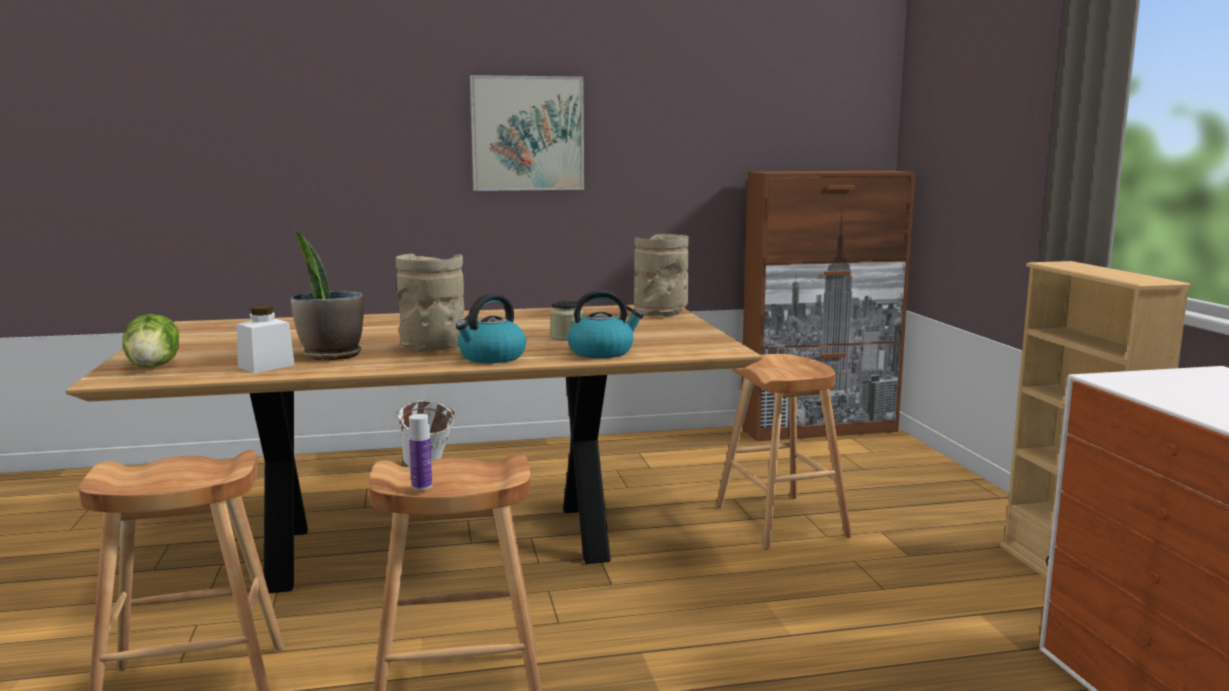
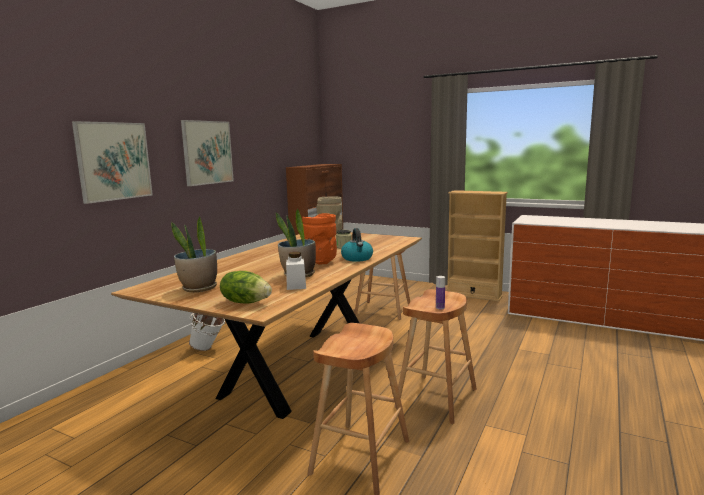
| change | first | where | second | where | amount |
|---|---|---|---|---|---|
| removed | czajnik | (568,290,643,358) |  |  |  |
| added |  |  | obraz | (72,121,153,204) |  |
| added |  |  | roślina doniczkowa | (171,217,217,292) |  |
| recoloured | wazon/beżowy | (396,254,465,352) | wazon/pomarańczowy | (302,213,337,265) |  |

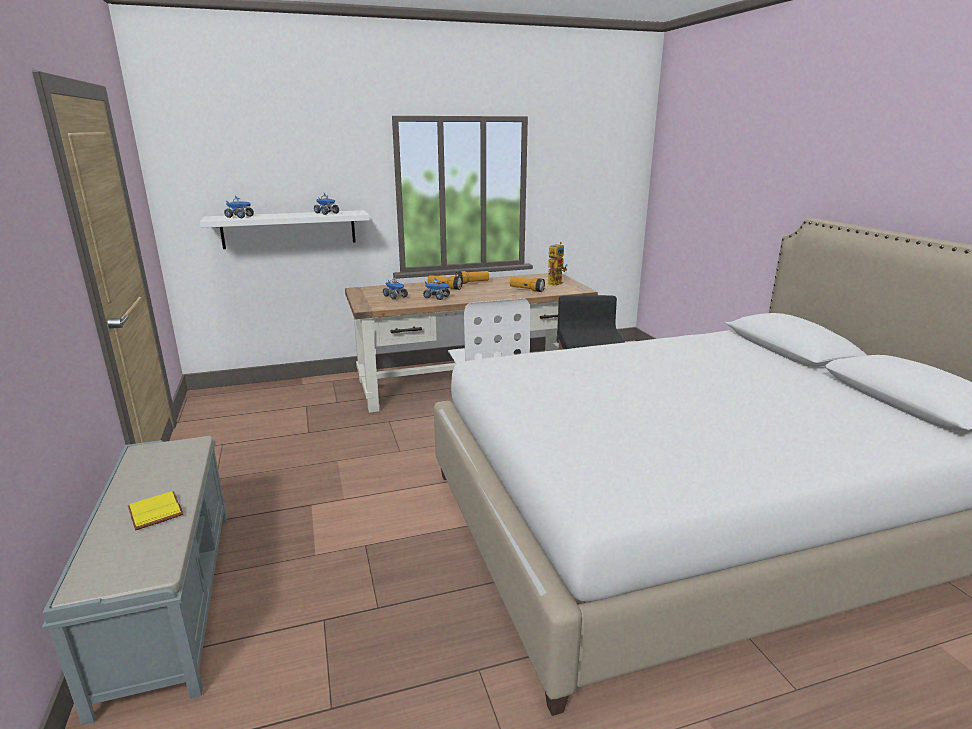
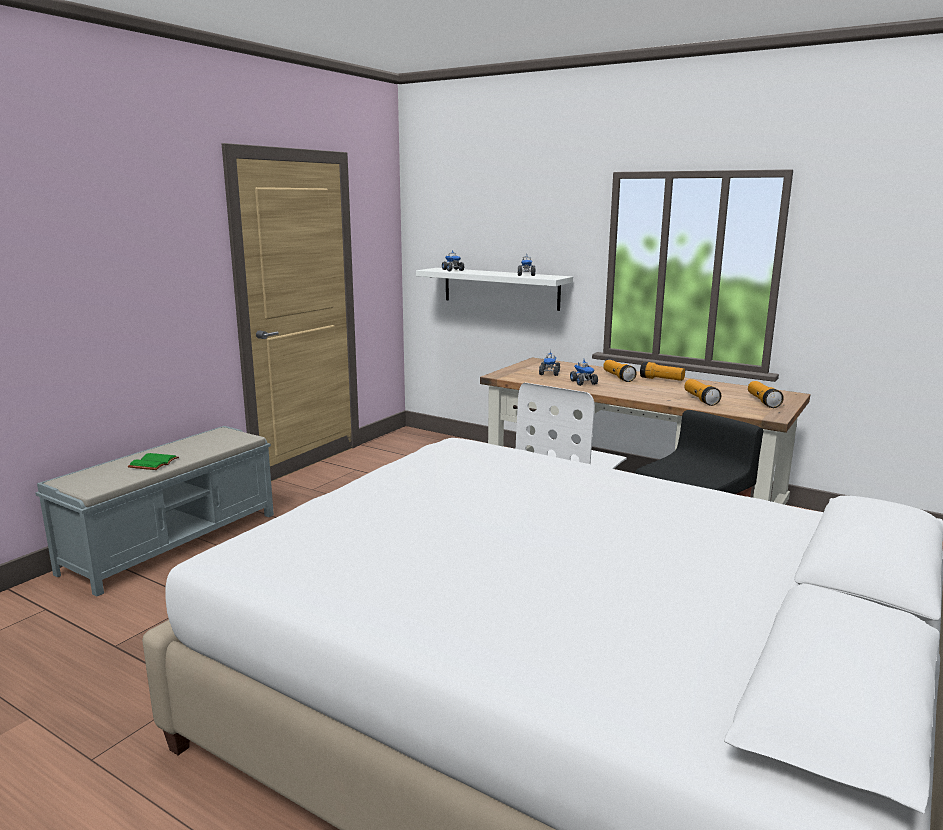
| change | first | where | second | where | amount |
|---|---|---|---|---|---|
| replaced | robot zabawkowy | (548,242,568,286) | latarka | (748,381,784,408) |  |
| recoloured | książka/żółty | (128,491,184,530) | książka/zielony | (128,453,179,470) |  |

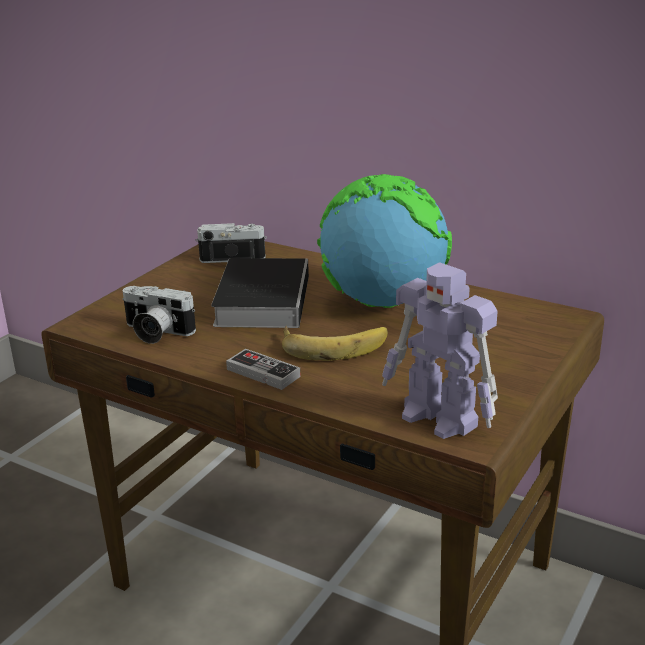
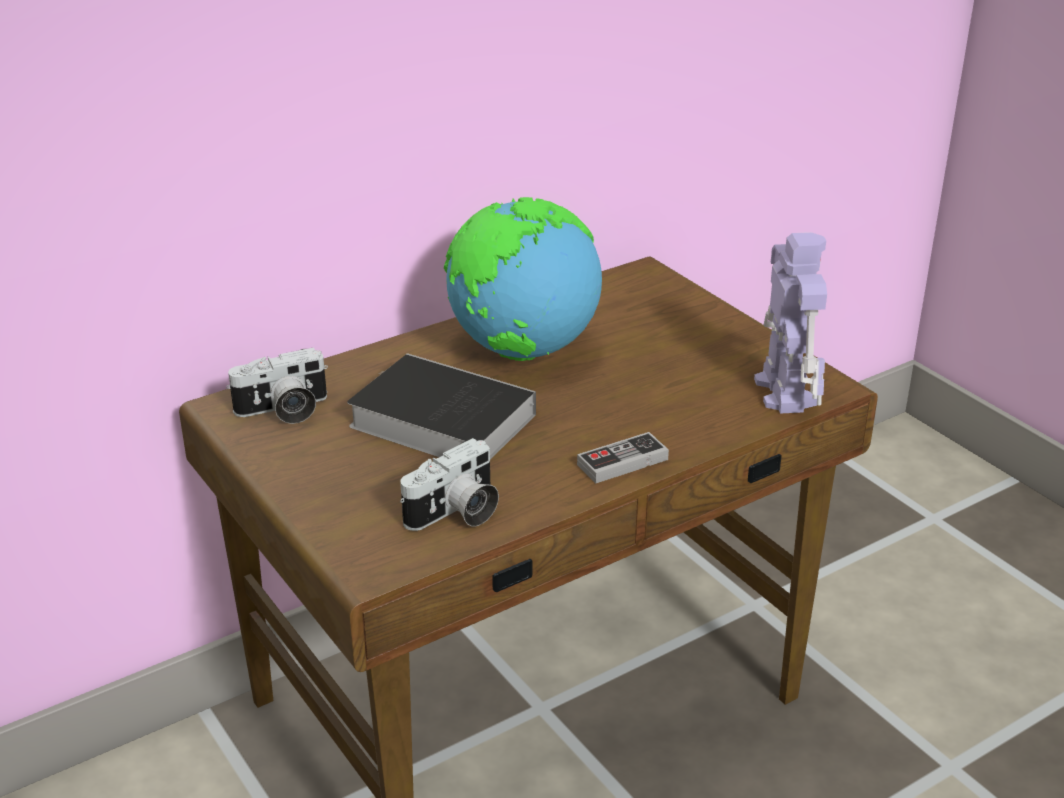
| change | first | where | second | where | amount |
|---|---|---|---|---|---|
| removed | banan | (282,326,388,361) |  |  |  |
| turned | aparat fotograficzny | (196,223,267,263) |  | (226,347,328,424) | 135 degrees counterclockwise |
| turned | robot zabawkowy | (382,262,498,439) |  | (754,232,827,413) | 75 degrees counterclockwise |

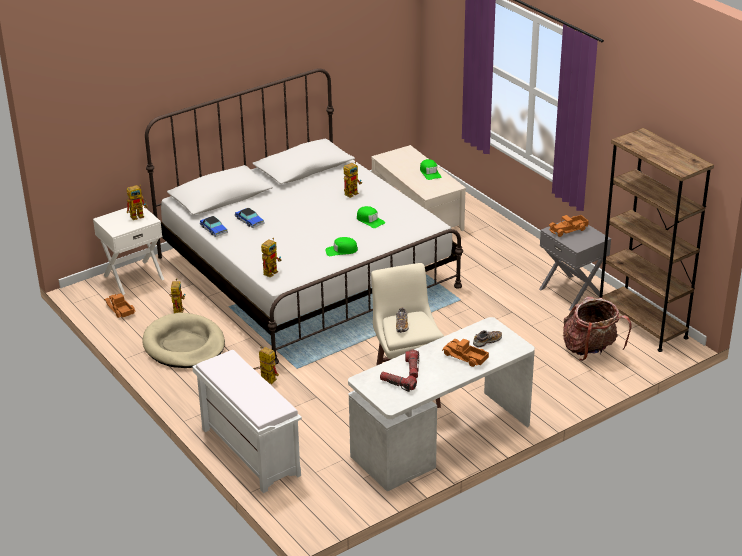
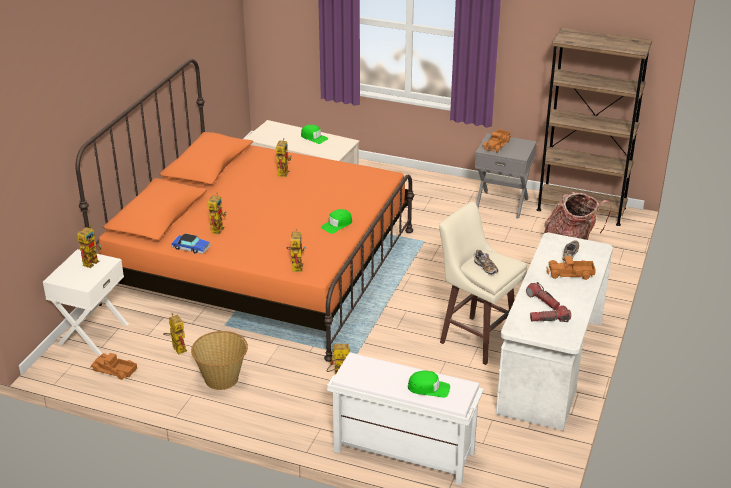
| change | first | where | second | where | amount |
|---|---|---|---|---|---|
| moved | czapka z daszkiem/zielony | (357,206,385,228) |  | (408,371,450,398) |  |
| replaced | legowisko/beżowy | (142,313,225,368) | koszyk | (191,331,248,390) |  |
| replaced | samochodzik | (235,208,265,228) | robot zabawkowy | (208,193,227,235) |  |
| recoloured | łóżko/biały | (145,68,463,364) | łóżko/pomarańczowy | (75,59,414,362) |  |

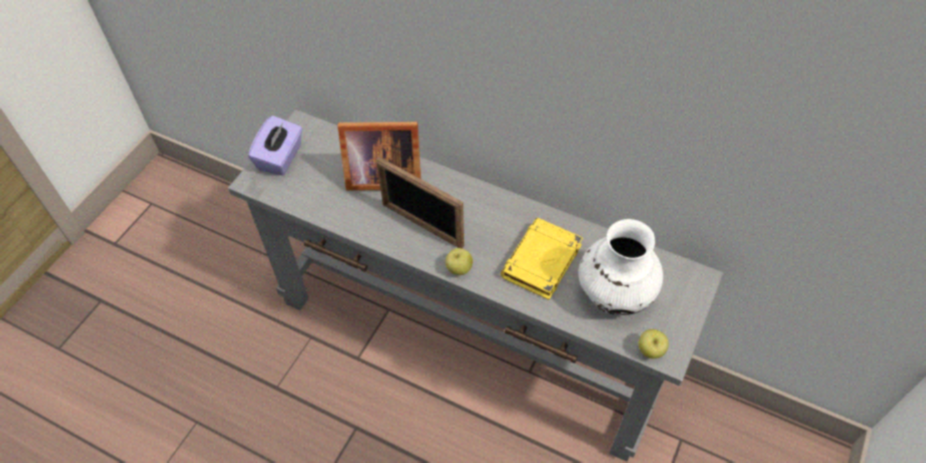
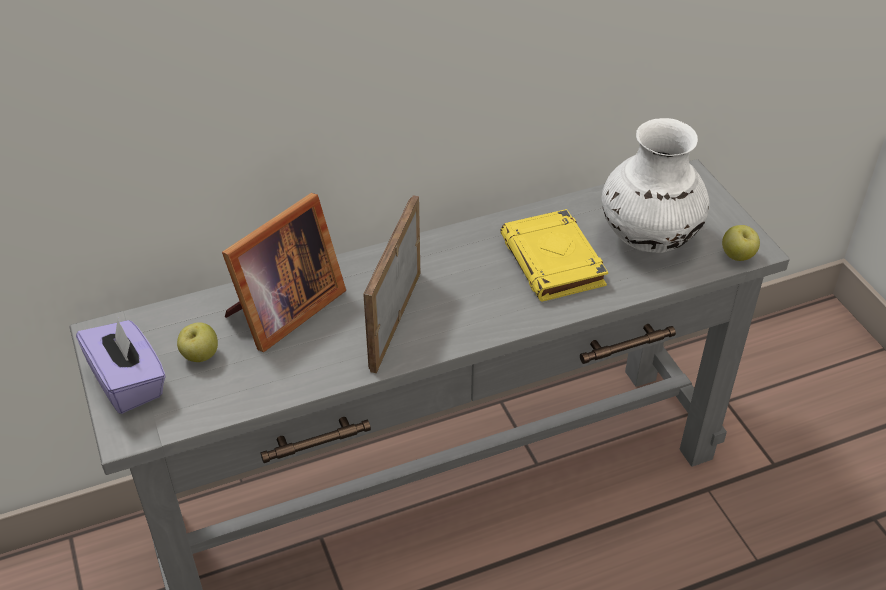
| change | first | where | second | where | amount |
|---|---|---|---|---|---|
| moved | jabłko | (445,248,473,275) |  | (177,322,218,362) |  |
| turned | ramka na zdjęcie | (376,156,464,248) |  | (363,195,420,373) | 120 degrees clockwise |

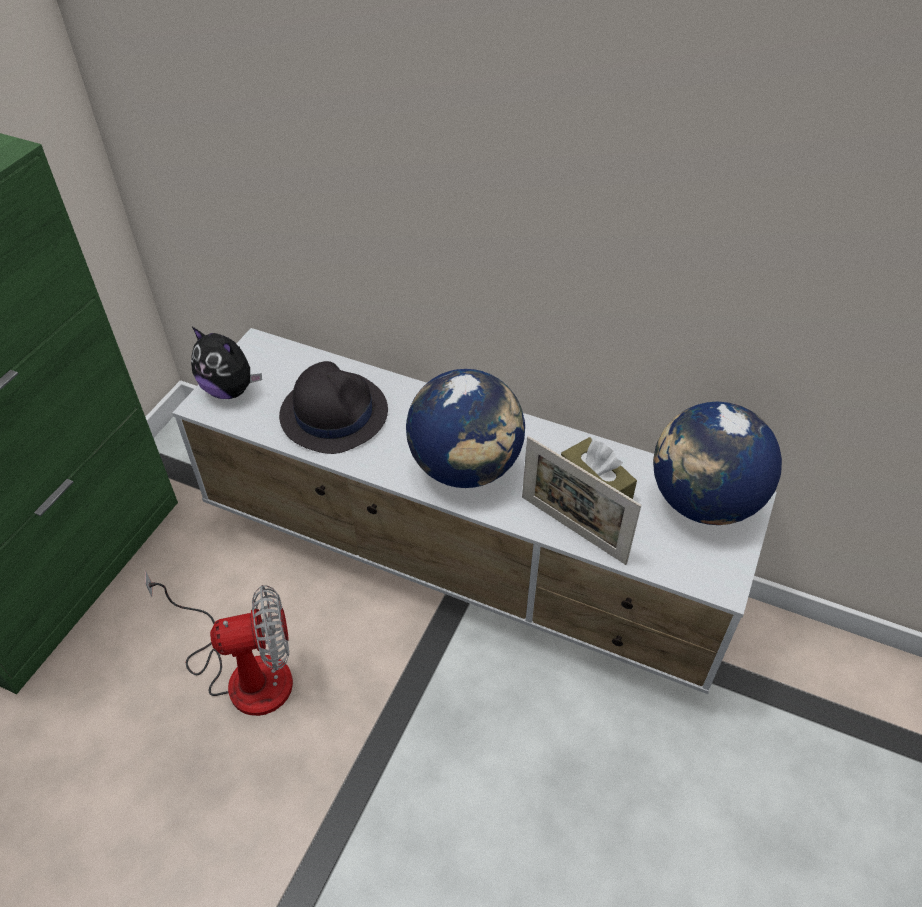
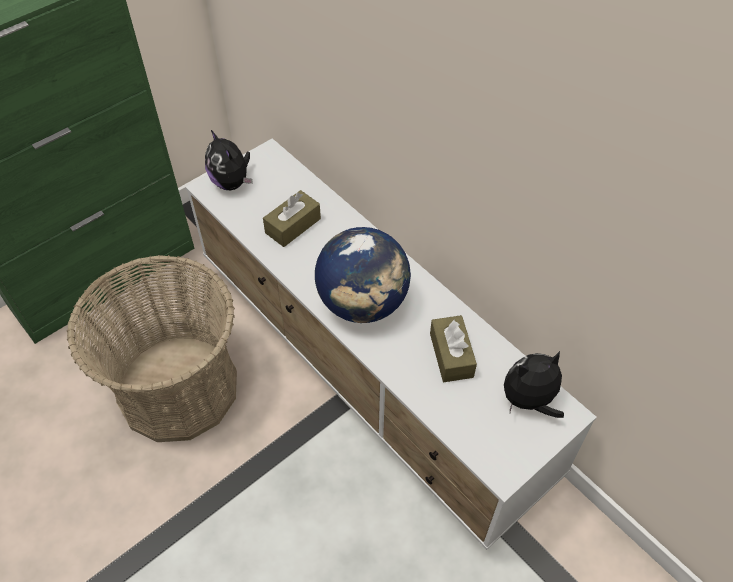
| change | first | where | second | where | amount |
|---|---|---|---|---|---|
| removed | ramka na zdjęcie | (522,436,641,565) |  |  |  |
| replaced | wentylator | (145,570,293,716) | koszyk | (67,255,237,442) |  |
| replaced | kapelusz/czarny | (279,361,388,454) | pudełko chusteczek/brązowy | (263,190,321,247) |  |
| replaced | globus | (653,402,782,525) | pluszak | (504,351,564,418) |  |

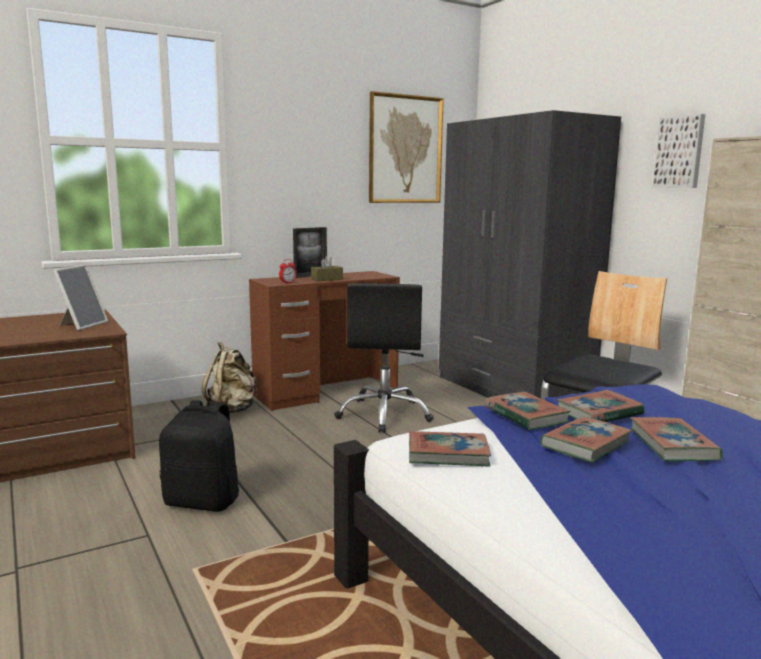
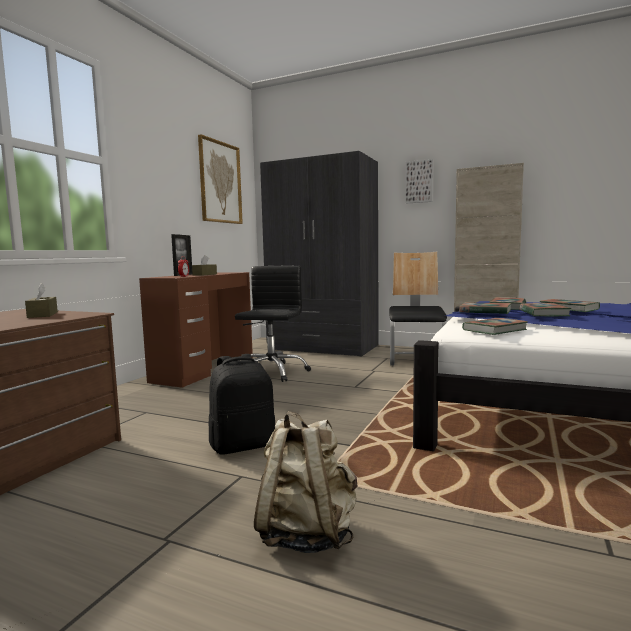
| change | first | where | second | where | amount |
|---|---|---|---|---|---|
| moved | plecak/beżowy | (202,342,257,413) |  | (254,411,357,553) |  |
| replaced | ramka na zdjęcie | (53,265,108,330) | pudełko chusteczek/brązowy | (25,283,58,318) |  |
| turned | krzesło biurowe/czarny | (334,283,434,433) |  | (235,266,311,382) | 135 degrees counterclockwise |

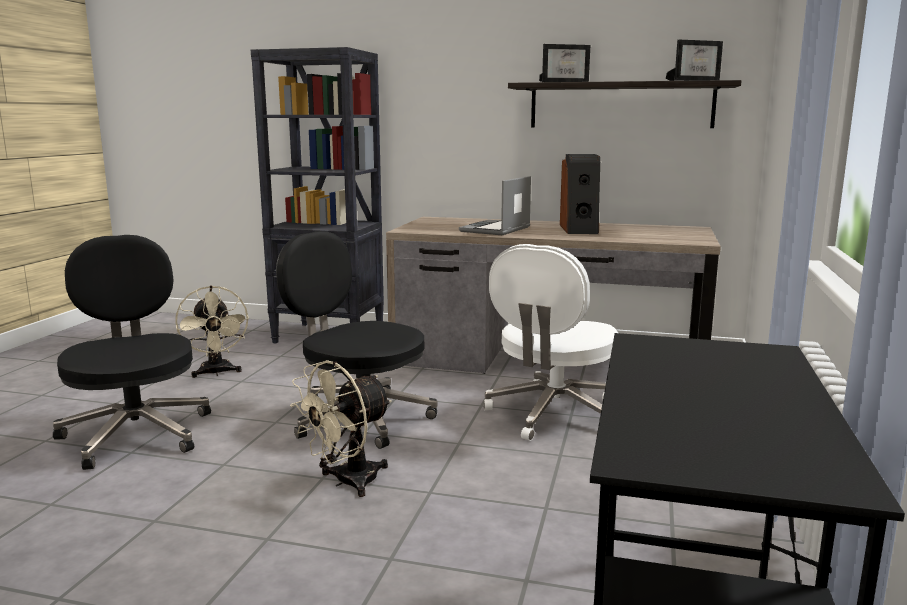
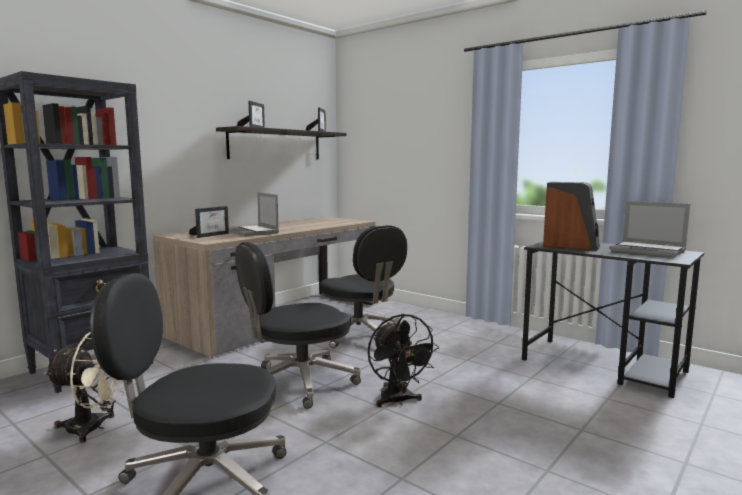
| change | first | where | second | where | amount |
|---|---|---|---|---|---|
| added |  |  | ramka na zdjęcie | (189,206,229,238) |  |
| added |  |  | laptop | (610,201,690,257) |  |
| moved | głośnik | (560,154,600,234) |  | (543,182,600,251) |  |
| recoloured | wentylator/beżowy | (290,360,392,497) | wentylator/czarny | (368,314,439,407) |  |
| recoloured | krzesło biurowe/biały | (484,244,618,441) | krzesło biurowe/czarny | (321,225,407,348) |  |

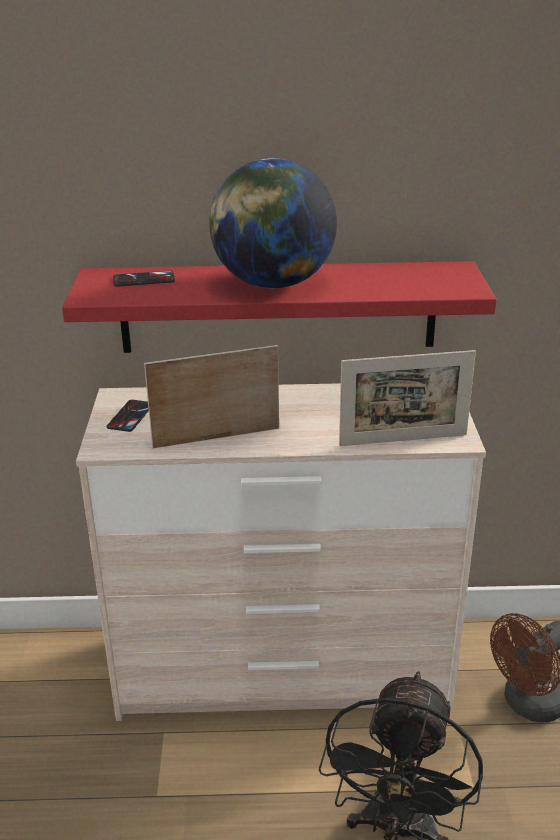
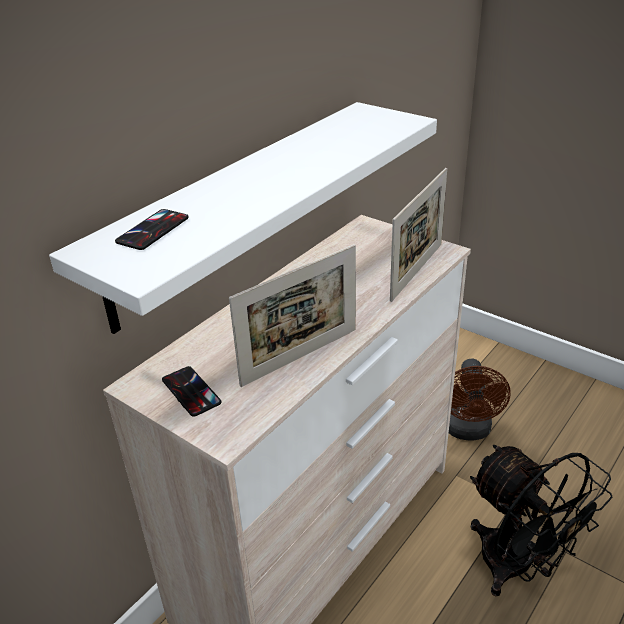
| change | first | where | second | where | amount |
|---|---|---|---|---|---|
| removed | globus | (209,158,337,288) |  |  |  |
| recoloured | półka/czerwony | (62,261,497,353) | półka/biały | (49,102,437,334) |  |
| turned | ramka na zdjęcie | (144,345,279,449) |  | (229,244,356,387) | 150 degrees counterclockwise |

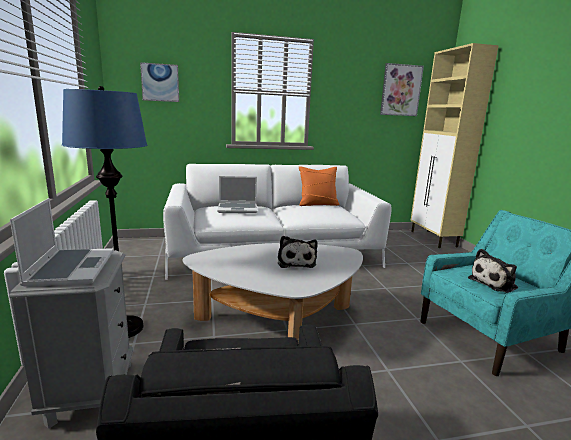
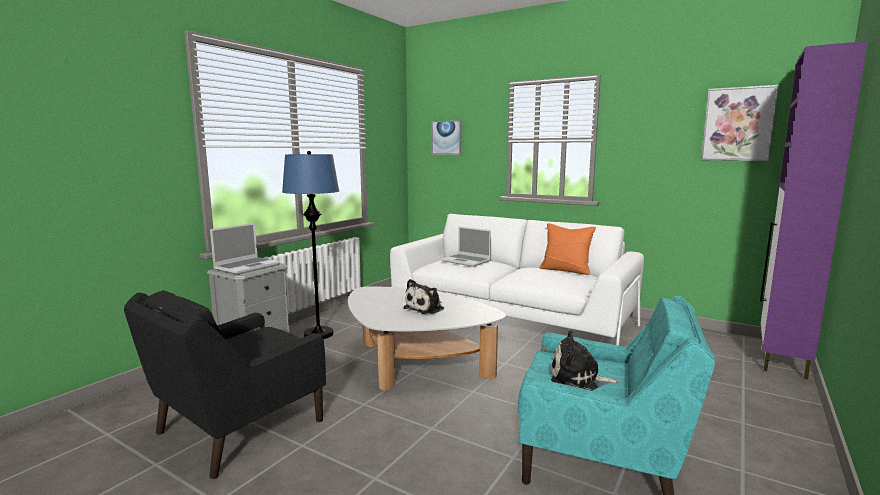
| change | first | where | second | where | amount |
|---|---|---|---|---|---|
| recoloured | szafka/beżowy | (410,43,499,248) | szafka/fioletowy | (760,41,868,379) |  |

